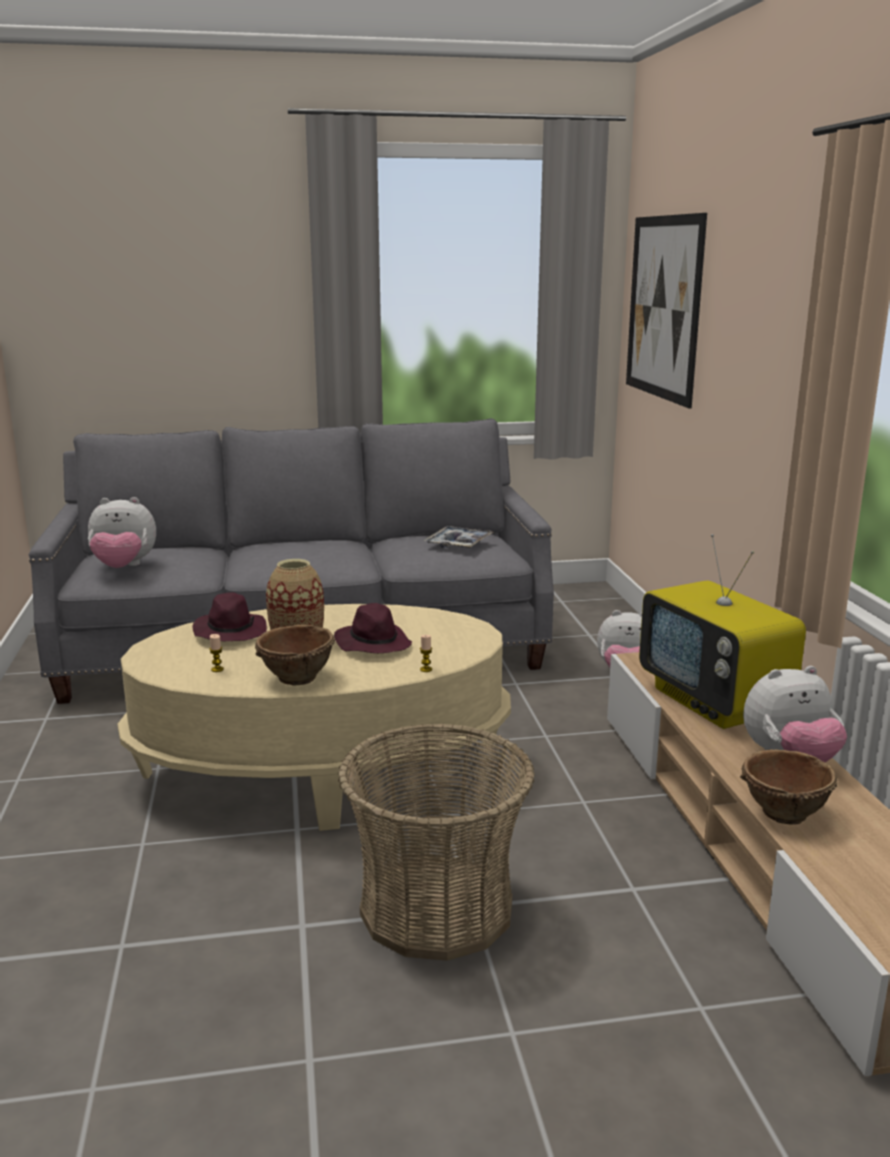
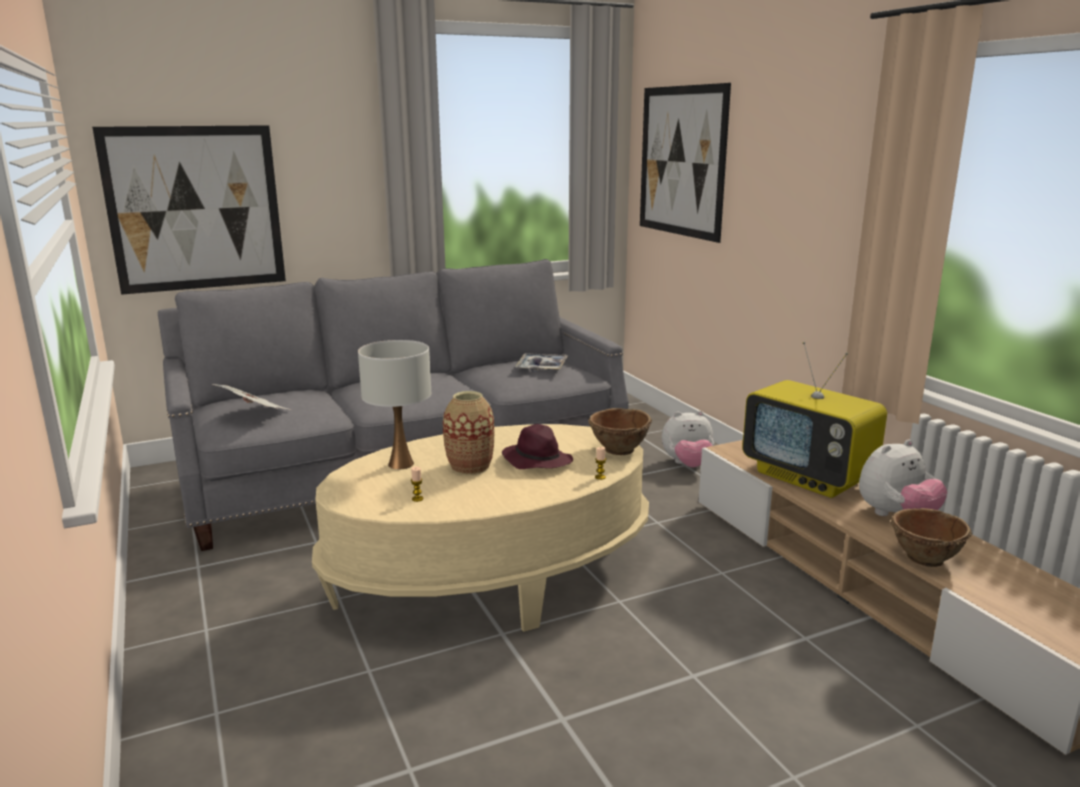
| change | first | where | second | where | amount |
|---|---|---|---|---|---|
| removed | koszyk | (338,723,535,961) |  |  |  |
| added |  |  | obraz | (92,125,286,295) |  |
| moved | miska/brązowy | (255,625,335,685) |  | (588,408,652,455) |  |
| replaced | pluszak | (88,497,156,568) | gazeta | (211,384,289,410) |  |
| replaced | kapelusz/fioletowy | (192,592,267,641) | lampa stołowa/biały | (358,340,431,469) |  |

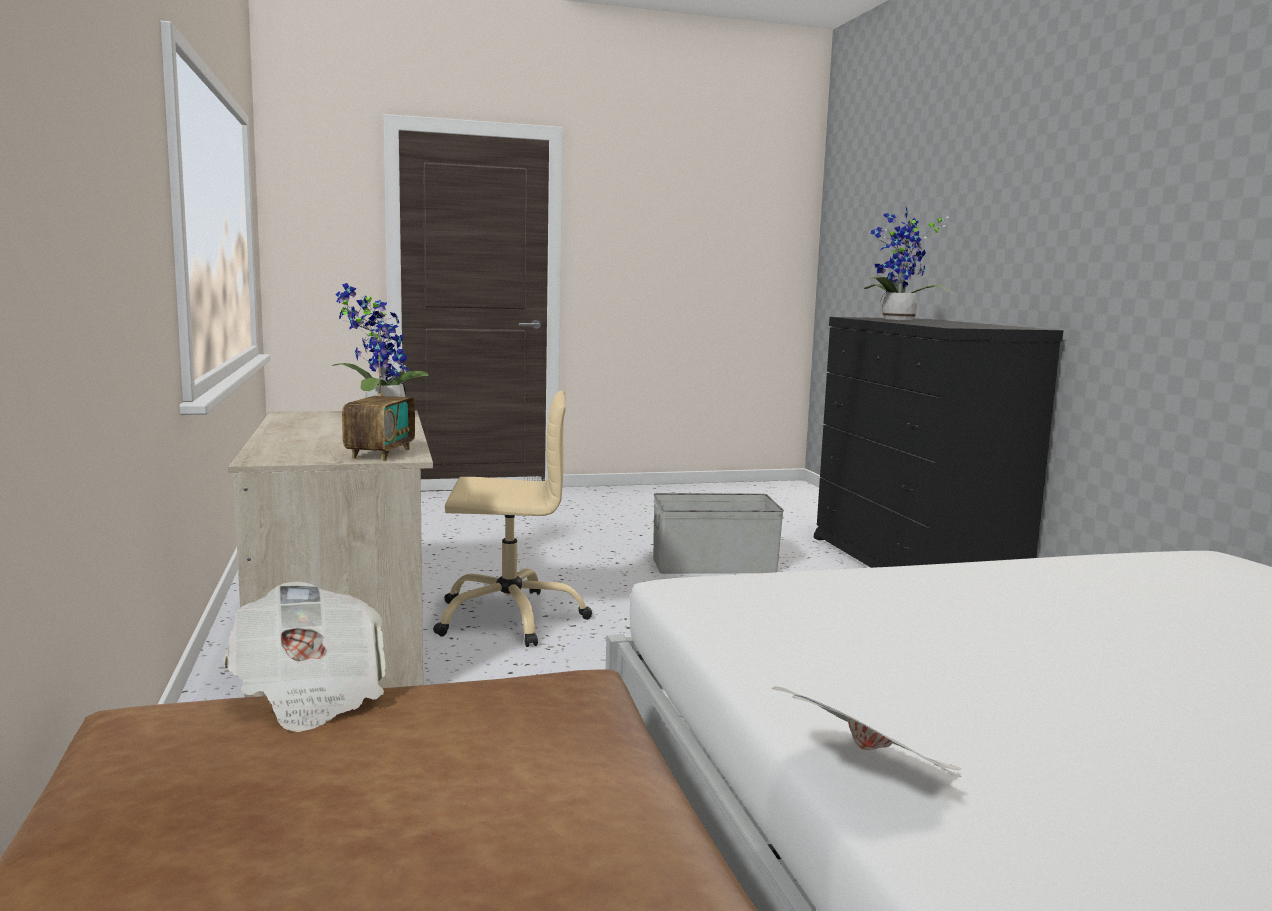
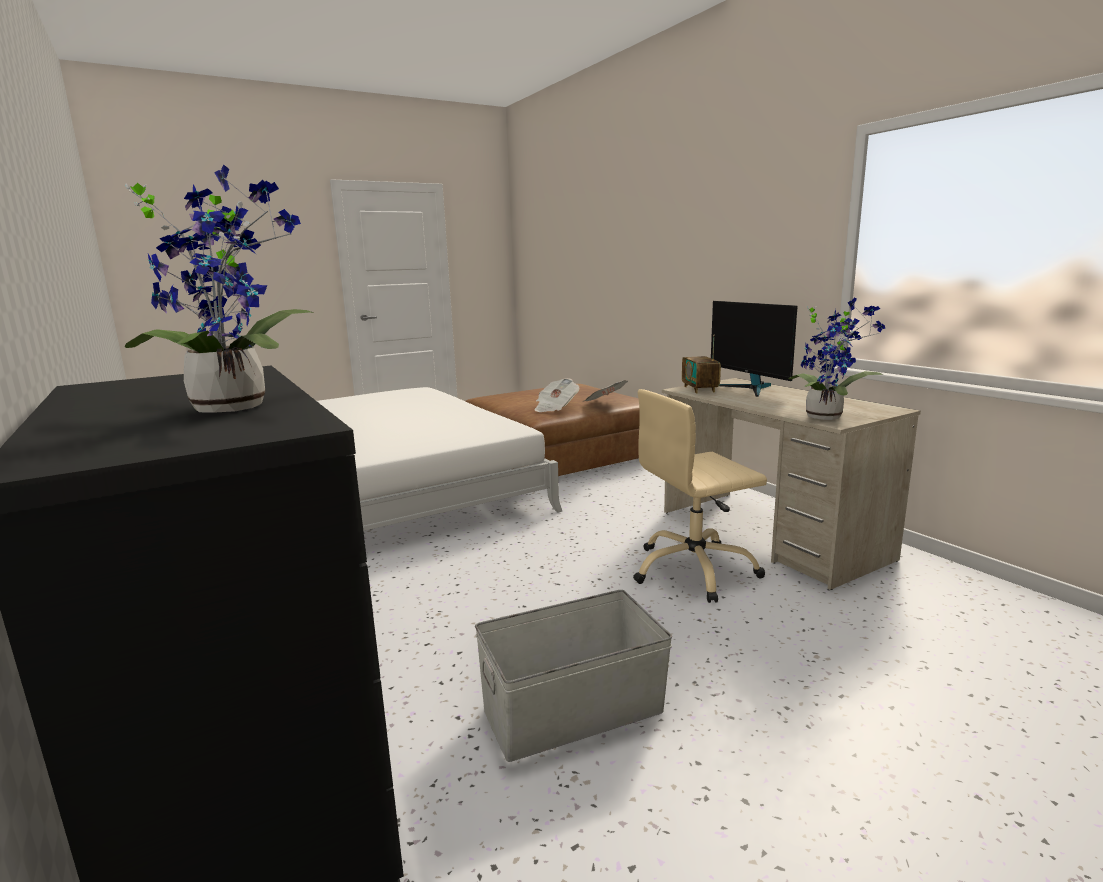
| change | first | where | second | where | amount |
|---|---|---|---|---|---|
| added |  |  | monitor | (711,301,798,397) |  |
| moved | gazeta | (772,687,961,777) |  | (535,378,579,412) |  |

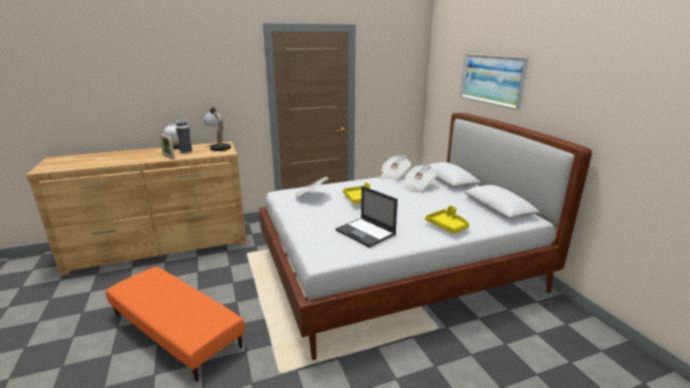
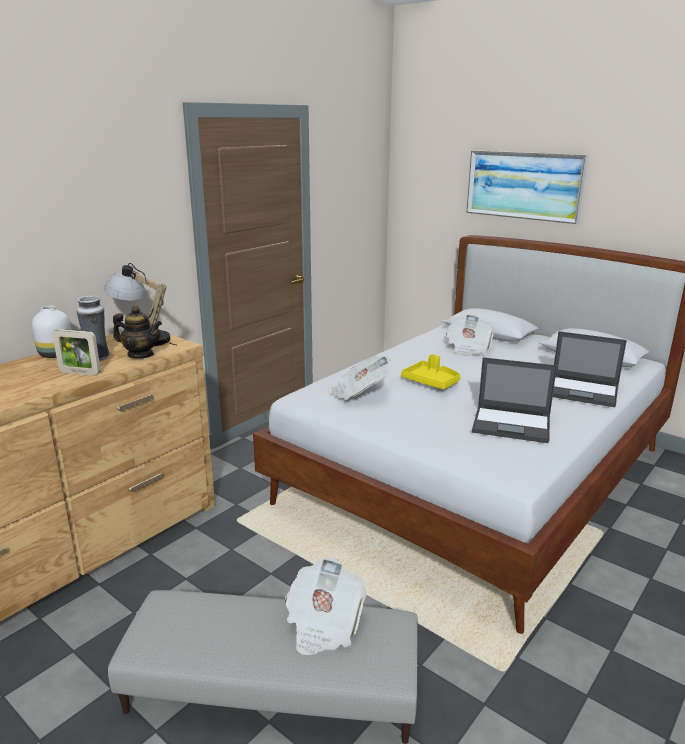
| change | first | where | second | where | amount |
|---|---|---|---|---|---|
| added |  |  | imbryk | (113,306,162,359) |  |
| moved | gazeta | (380,155,411,180) |  | (285,558,366,655) |  |
| replaced | taca/żółty | (425,205,469,234) | laptop | (553,331,627,407) |  |
| recoloured | pufa/pomarańczowy | (106,267,245,381) | pufa/szary | (108,590,418,744) |  |

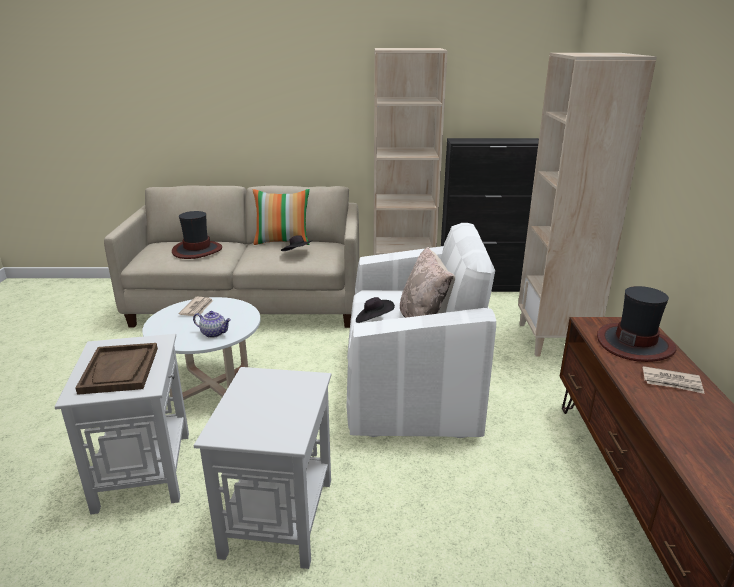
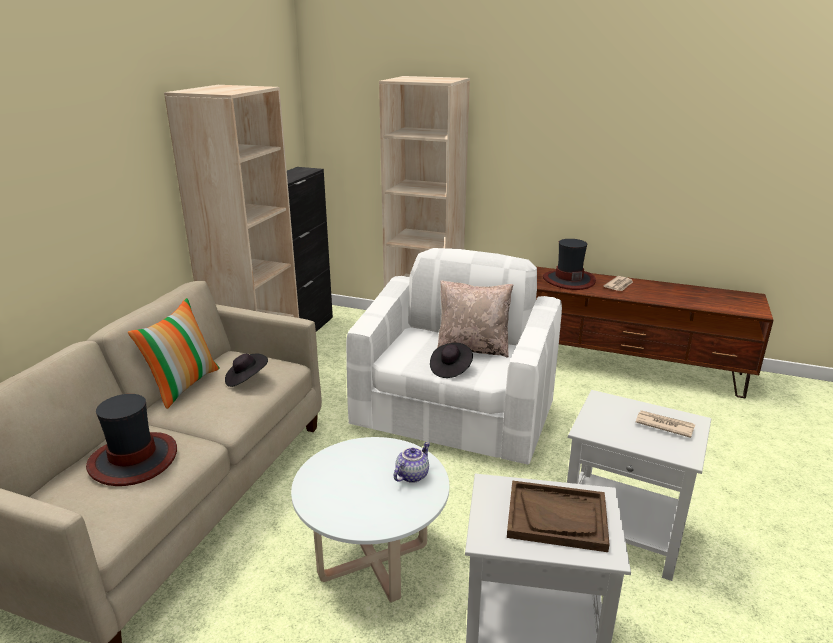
| change | first | where | second | where | amount |
|---|---|---|---|---|---|
| moved | gazeta | (178,297,213,316) |  | (635,410,695,438) |  |

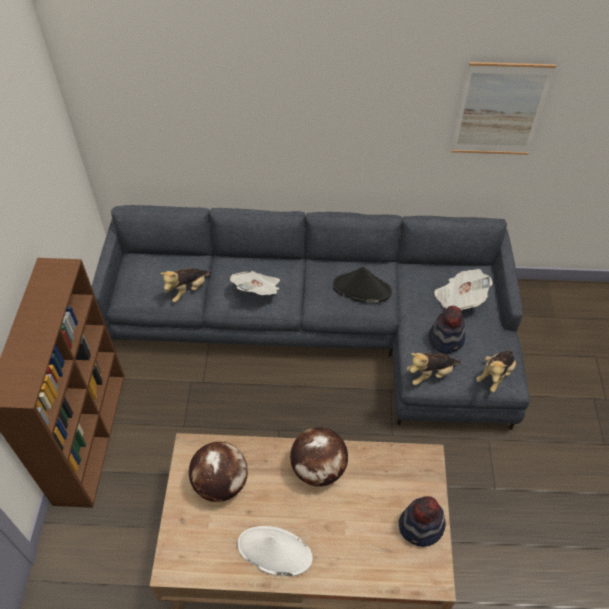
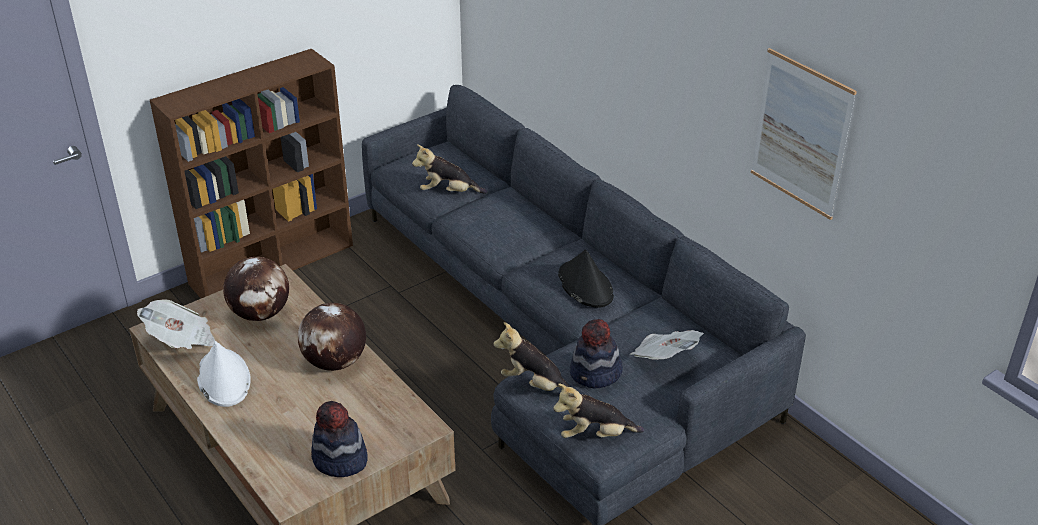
| change | first | where | second | where | amount |
|---|---|---|---|---|---|
| moved | gazeta | (230,271,280,295) |  | (137,299,215,349) |  |

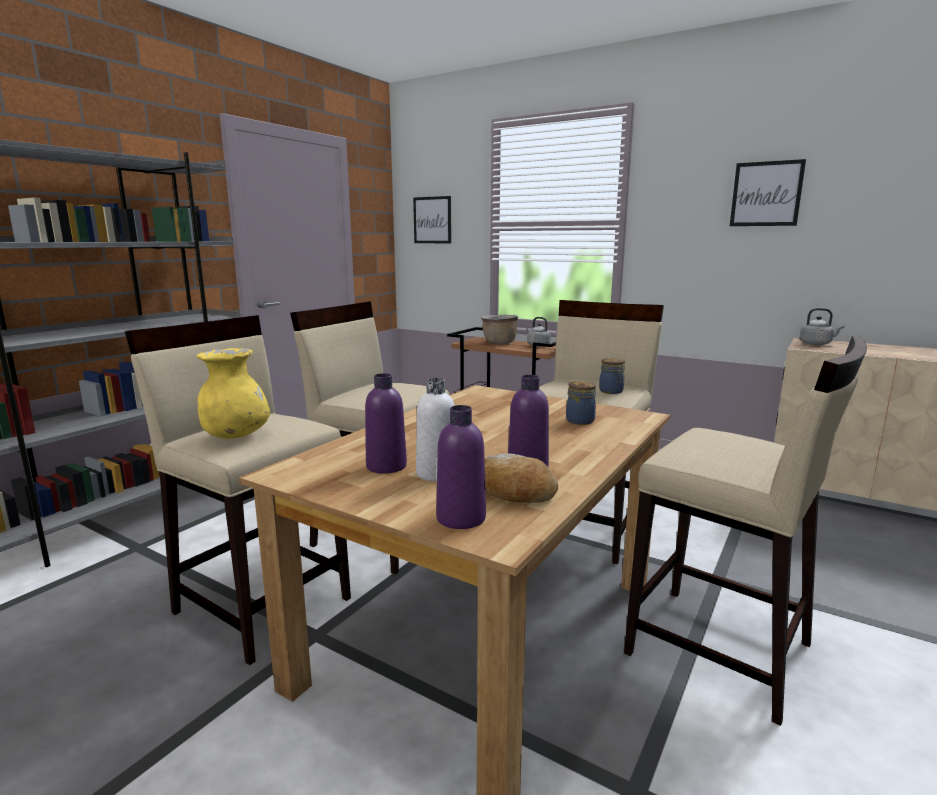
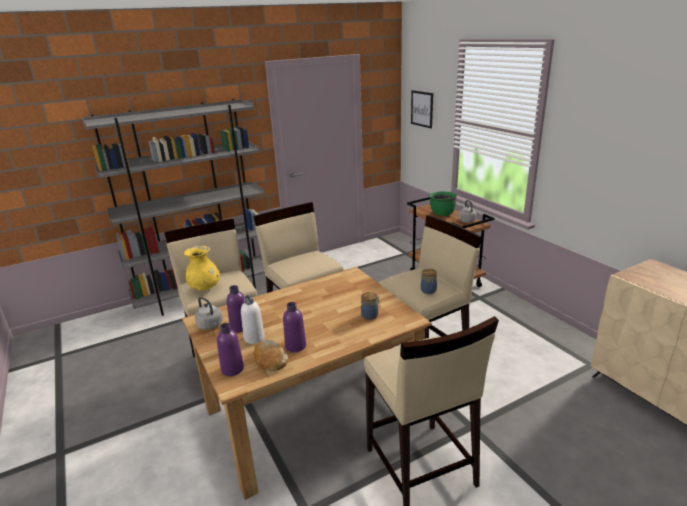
| change | first | where | second | where | amount |
|---|---|---|---|---|---|
| removed | obraz | (730,159,806,226) |  |  |  |
| moved | czajnik/szary | (799,308,845,345) |  | (195,297,223,330) |  |
| recoloured | garnek/brązowy | (481,314,519,344) | garnek/zielony | (429,191,457,216) |  |

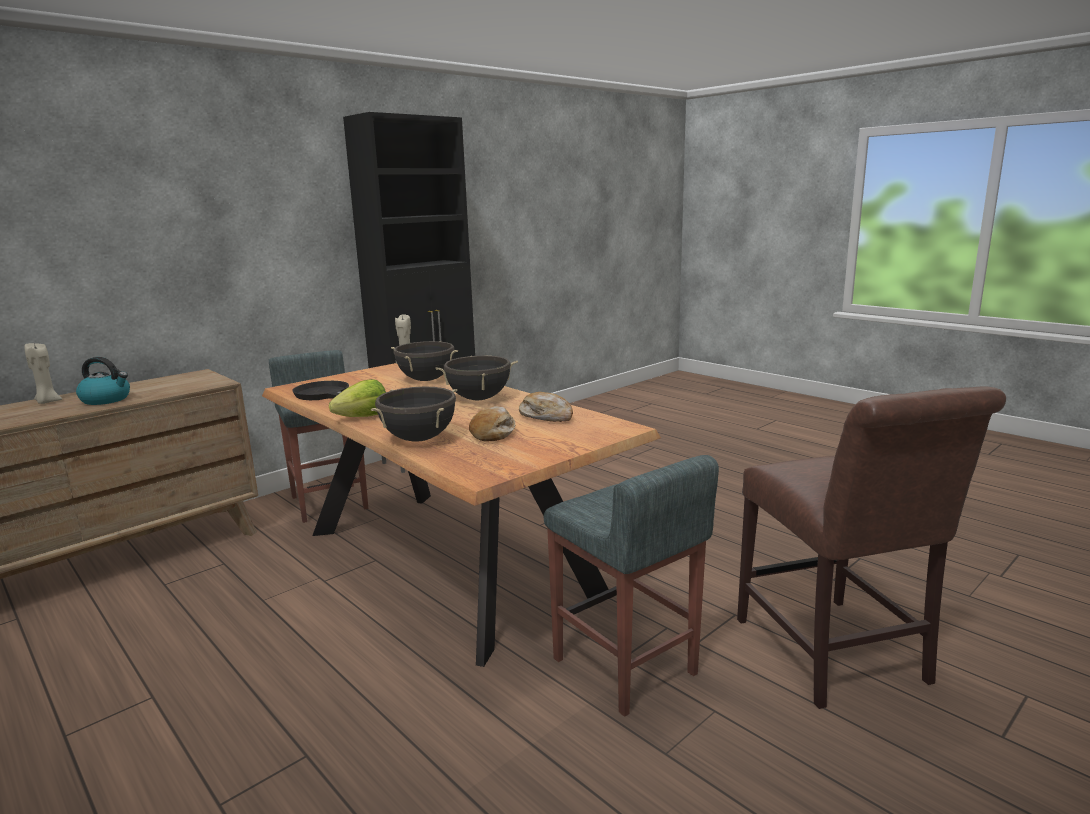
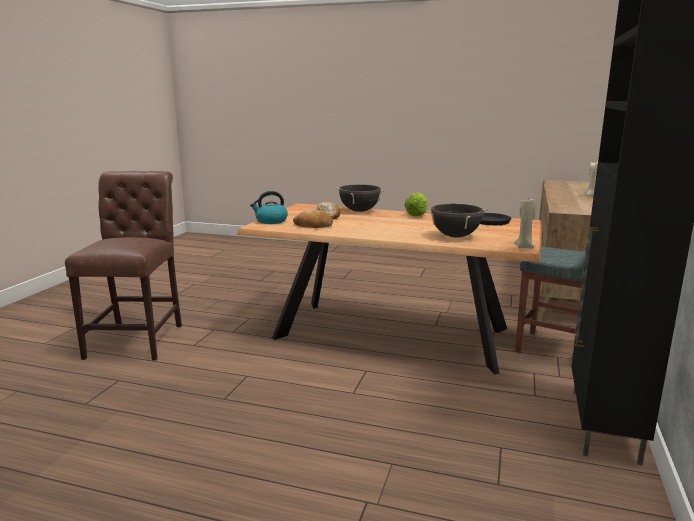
| change | first | where | second | where | amount |
|---|---|---|---|---|---|
| removed | garnek/czarny | (436,356,518,400) |  |  |  |
| removed | stołek/szary | (544,455,719,717) |  |  |  |
| moved | czajnik | (76,357,130,405) |  | (250,191,288,224) |  |
| turned | krzesło/brązowy | (737,387,1006,709) |  | (65,171,182,361) | 45 degrees clockwise |

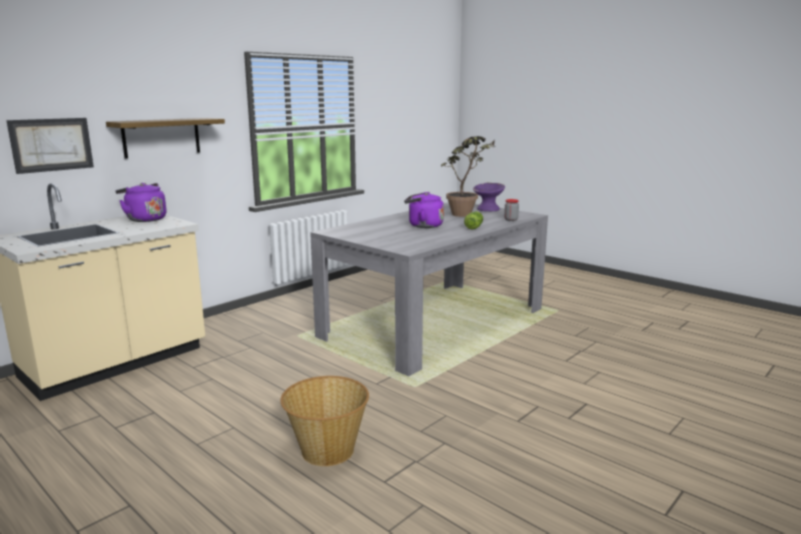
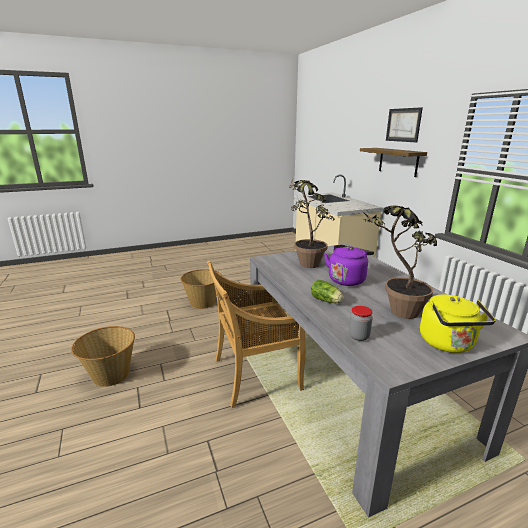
| change | first | where | second | where | amount |
|---|---|---|---|---|---|
| removed | czajnik/fioletowy | (115,183,166,222) |  |  |  |
| added |  |  | koszyk | (71,326,135,387) |  |
| added |  |  | krzesło/beżowy | (207,260,306,408) |  |
| added |  |  | roślina doniczkowa | (289,178,335,268) |  |
| moved | obraz | (6,118,94,174) |  | (386,107,423,142) |  |
| replaced | miska/fioletowy | (473,183,505,211) | czajnik/żółty | (420,295,496,353) |  |

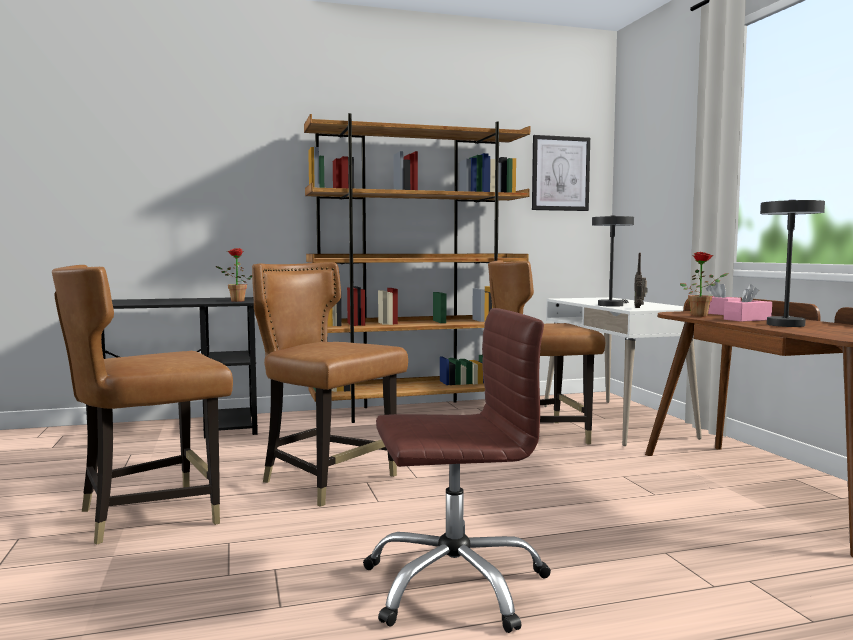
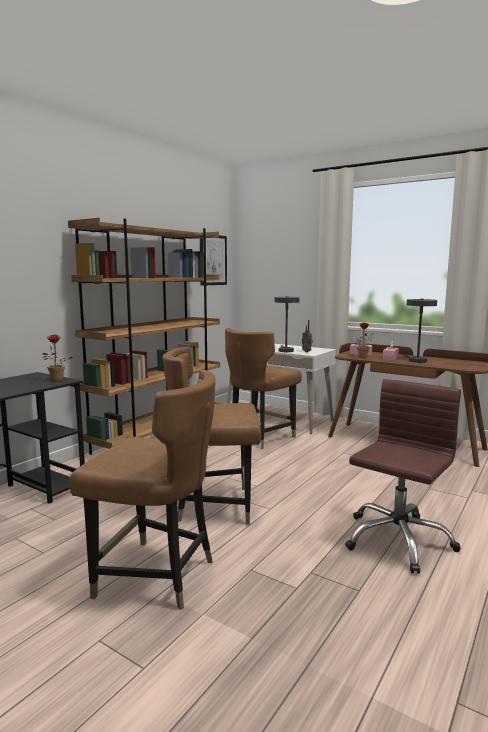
| change | first | where | second | where | amount |
|---|---|---|---|---|---|
| turned | krzesło/brązowy | (52,265,233,545) |  | (69,370,216,610) | 90 degrees counterclockwise |

